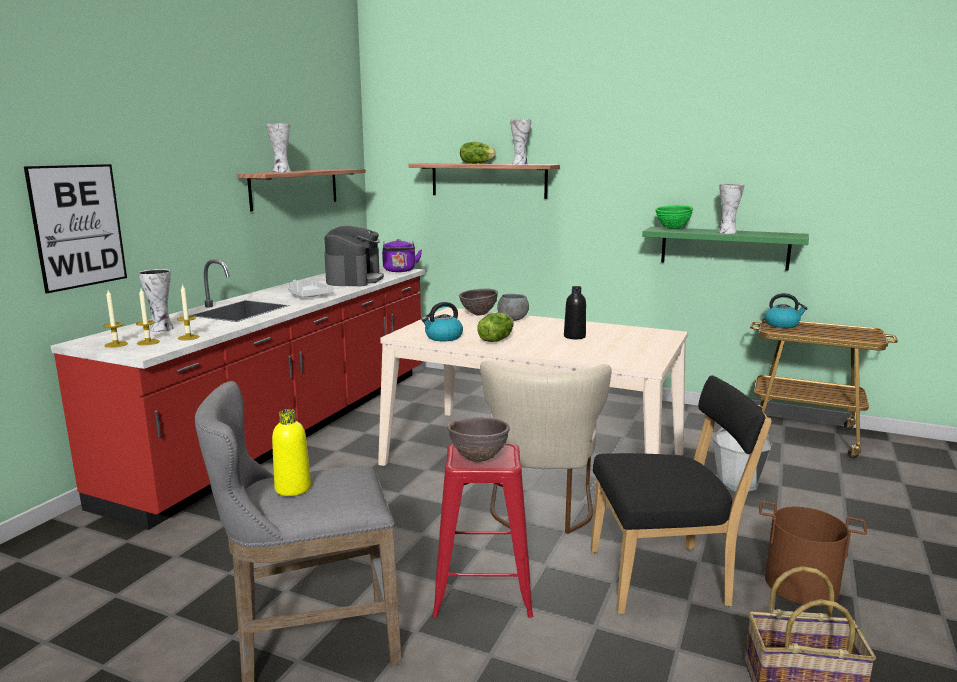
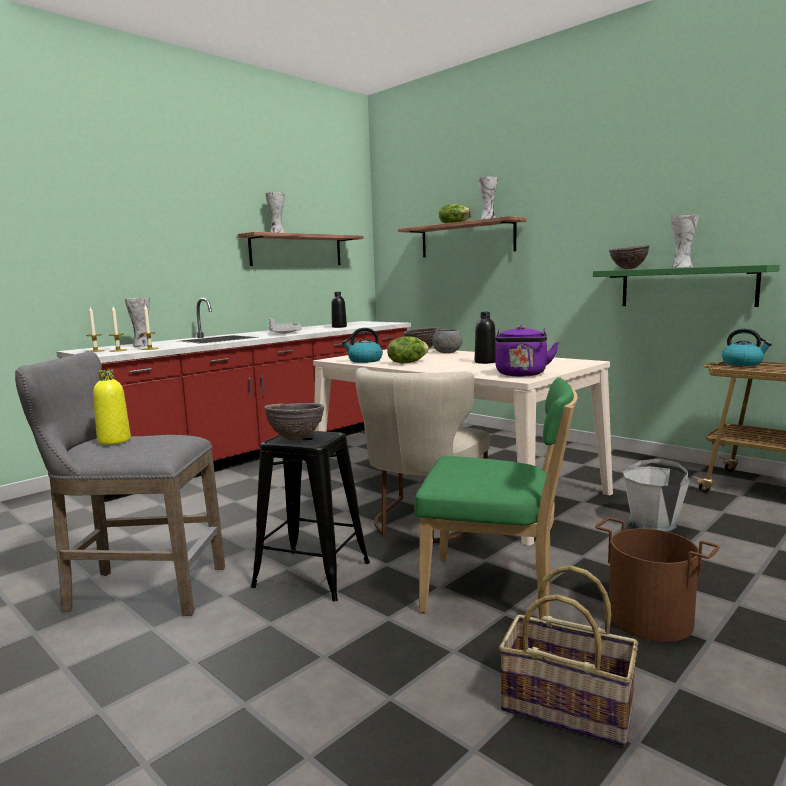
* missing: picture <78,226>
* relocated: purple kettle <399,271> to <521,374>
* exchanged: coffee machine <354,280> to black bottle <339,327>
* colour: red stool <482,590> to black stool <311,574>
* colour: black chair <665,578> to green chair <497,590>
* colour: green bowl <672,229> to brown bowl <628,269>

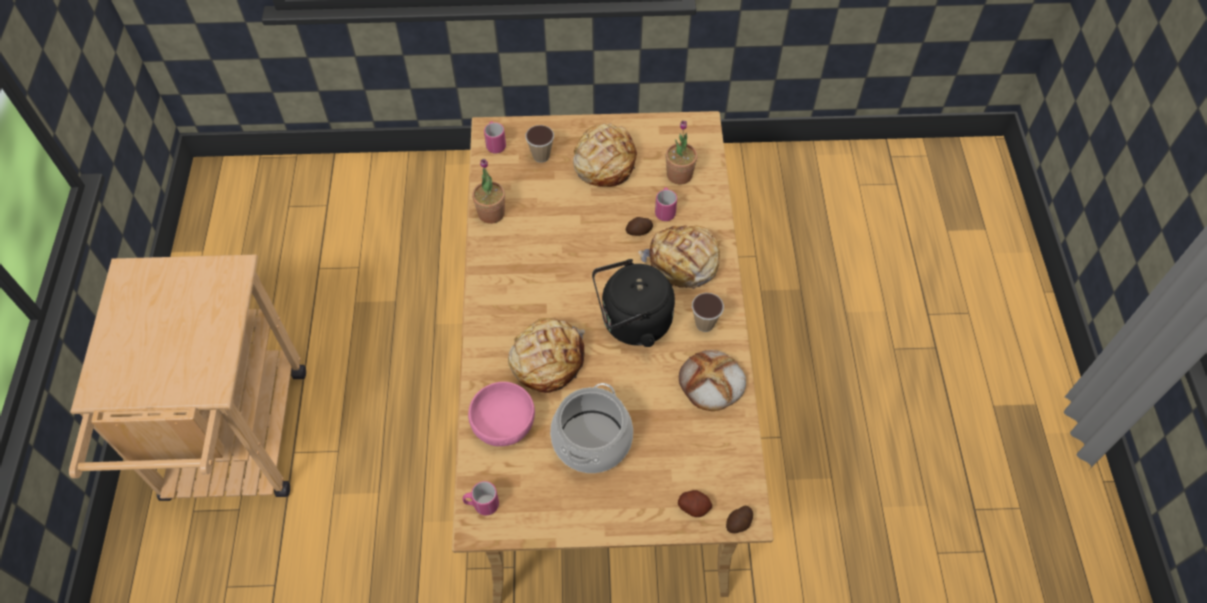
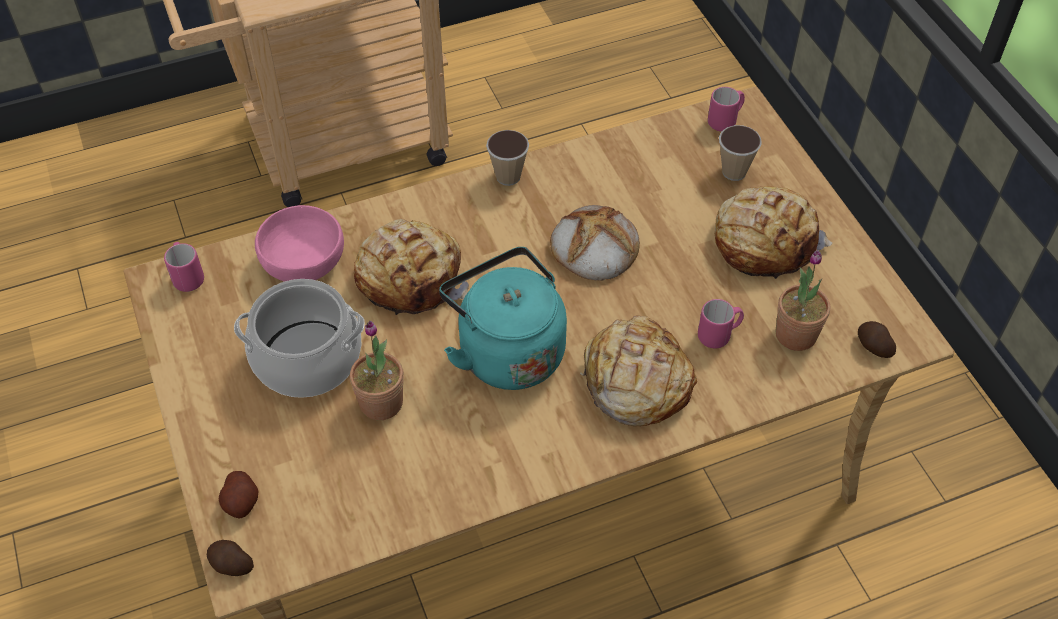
* relocated: potted plant <491,213> to <381,402>
* relocated: potato <639,231> to <873,347>
* relocated: bread <711,383> to <593,247>
* relocated: cup <705,324> to <508,176>
* colour: black kettle <632,323> to turquoise kettle <507,350>

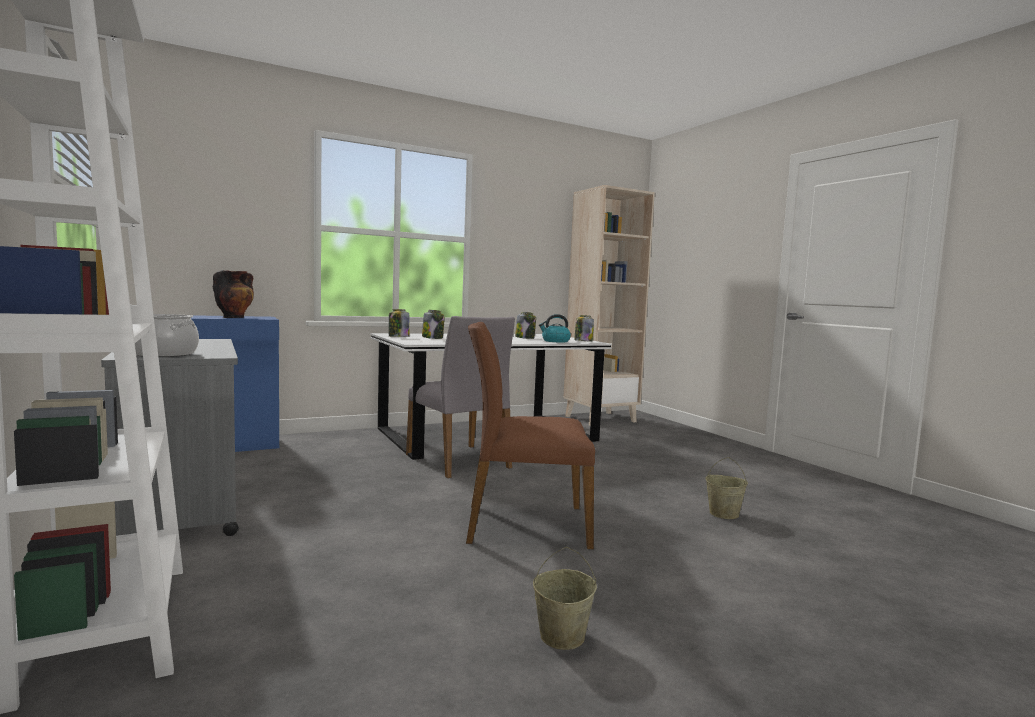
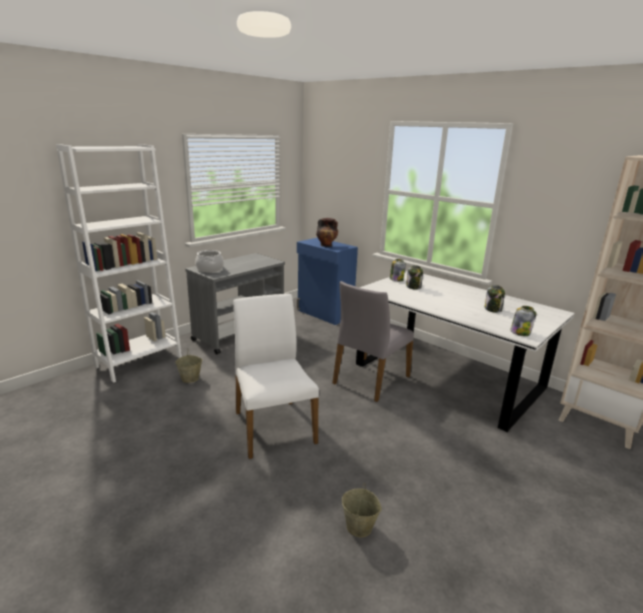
* missing: kettle <555,341>
* relocated: beige bucket <562,636> to <190,378>
* colour: brown chair <525,524> to white chair <273,426>

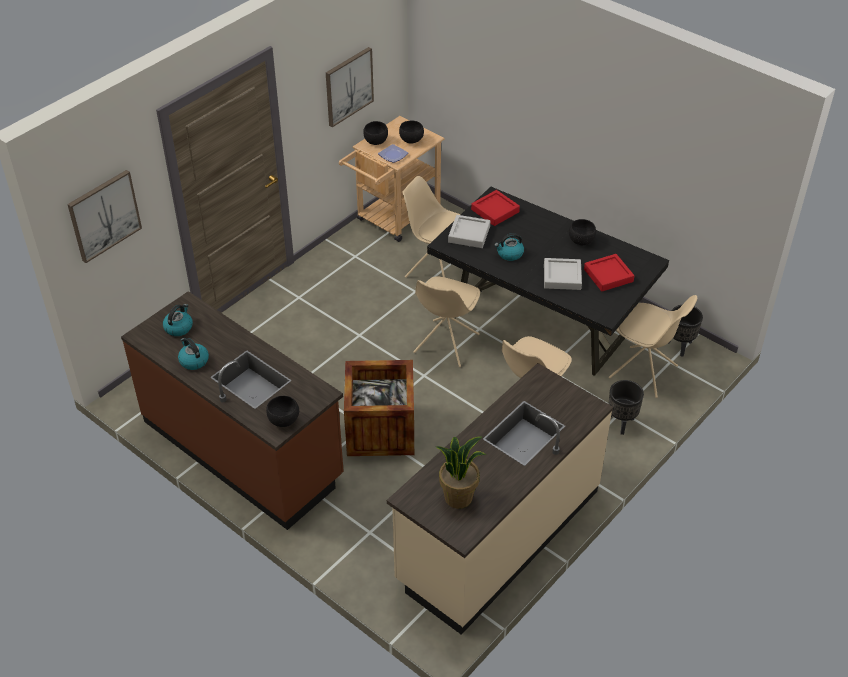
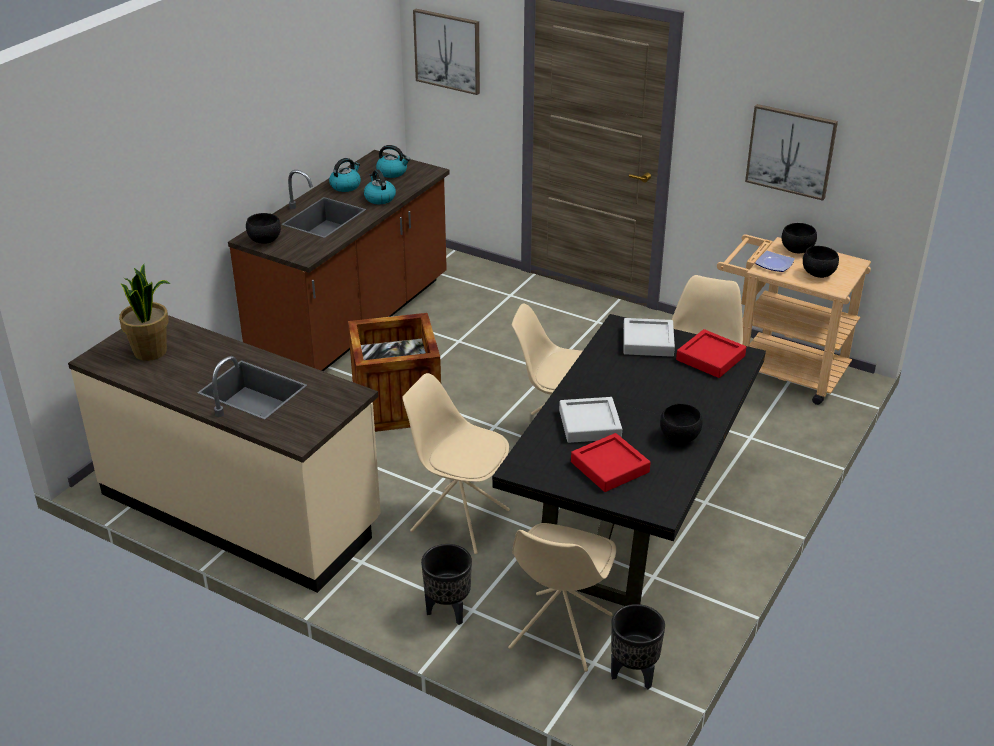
* relocated: kettle <509,254> to <379,198>

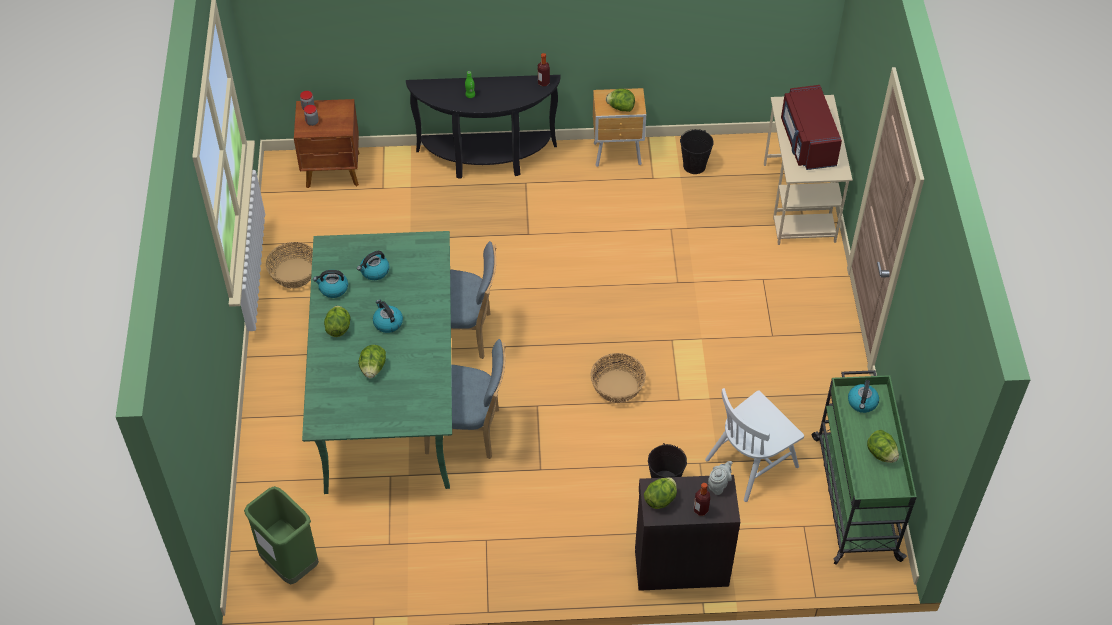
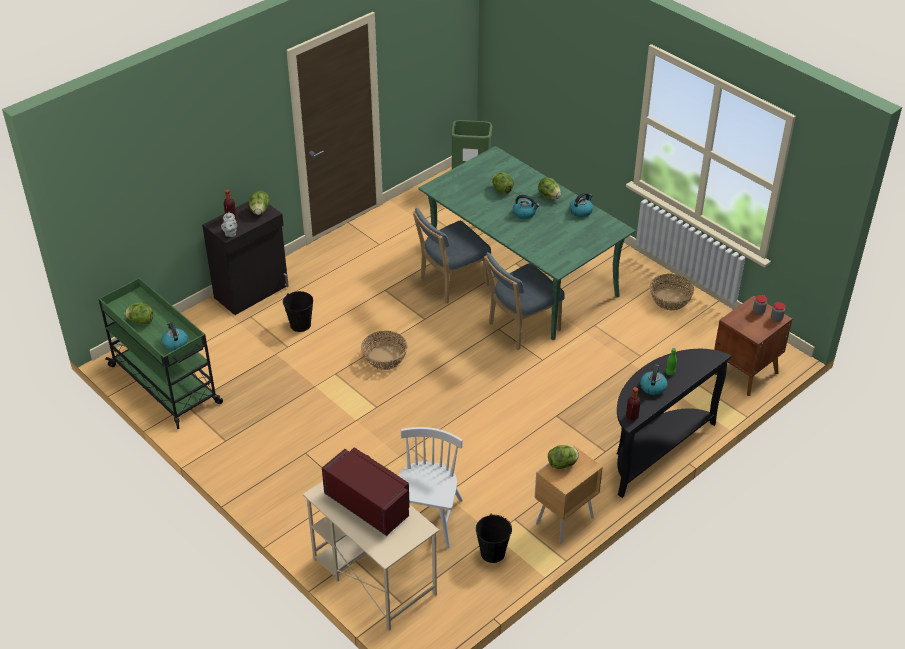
* relocated: kettle <374,271> to <652,387>
* relocated: white chair <752,462> to <427,519>

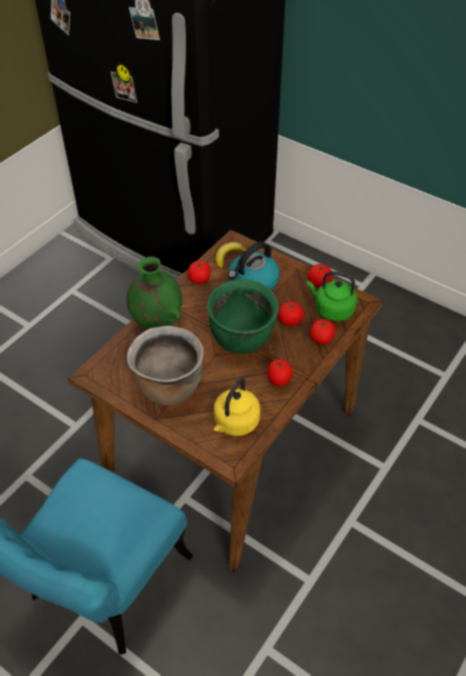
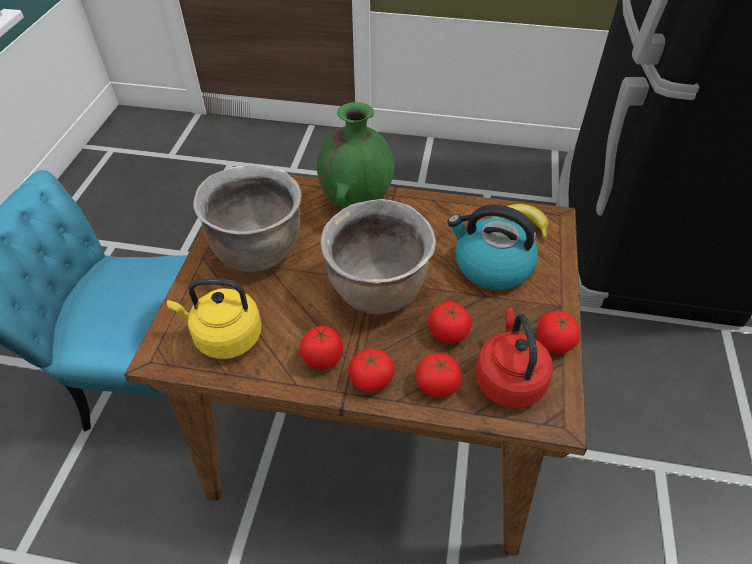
* relocated: tomato <199,279> to <371,380>
* colour: green cooking pot <242,339> to brown cooking pot <378,292>
* colour: green kettle <331,309> to red kettle <508,379>

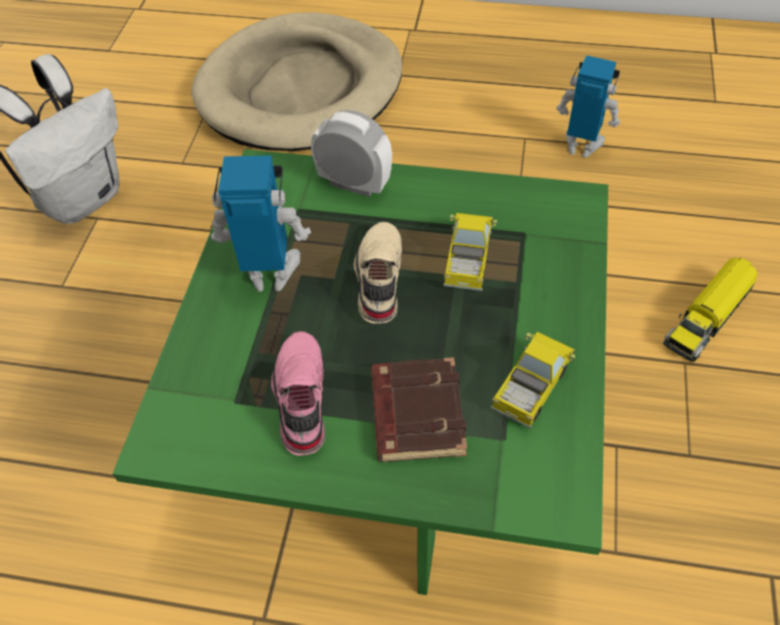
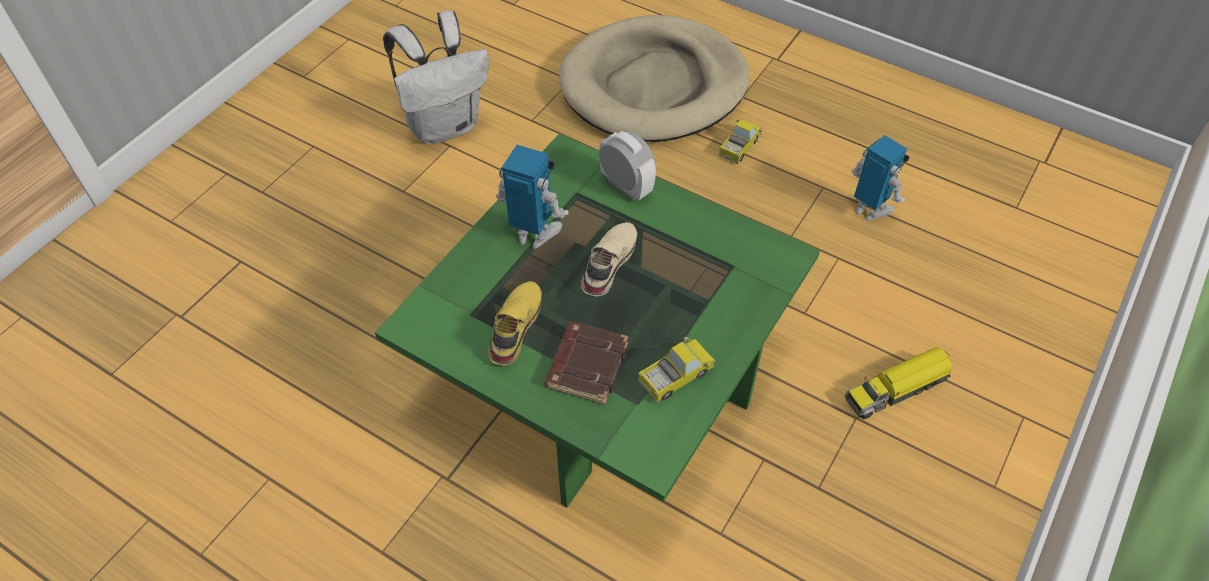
* relocated: toy truck <468,260> to <739,147>
* colour: pink shoe <299,398> to yellow shoe <514,327>

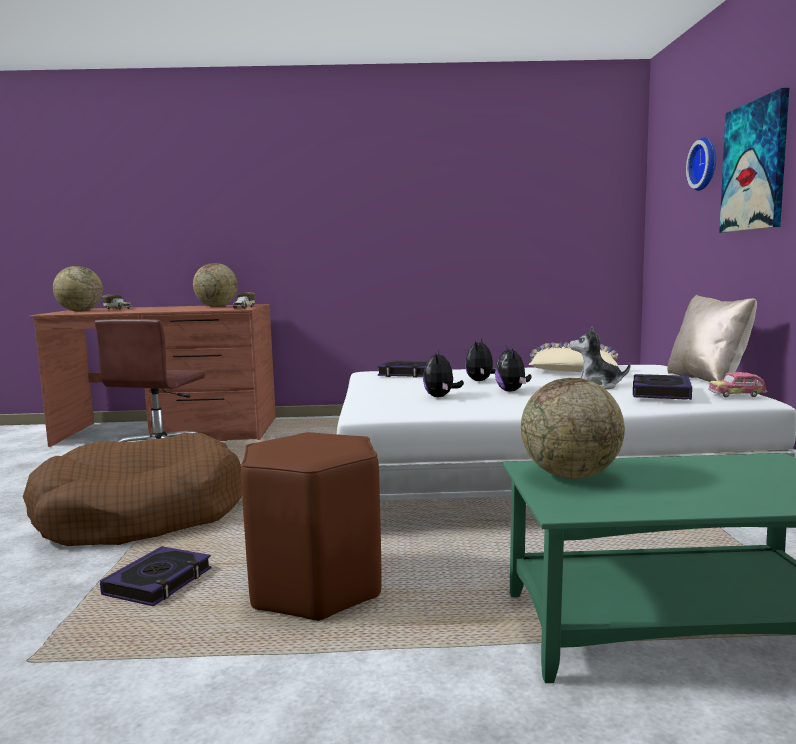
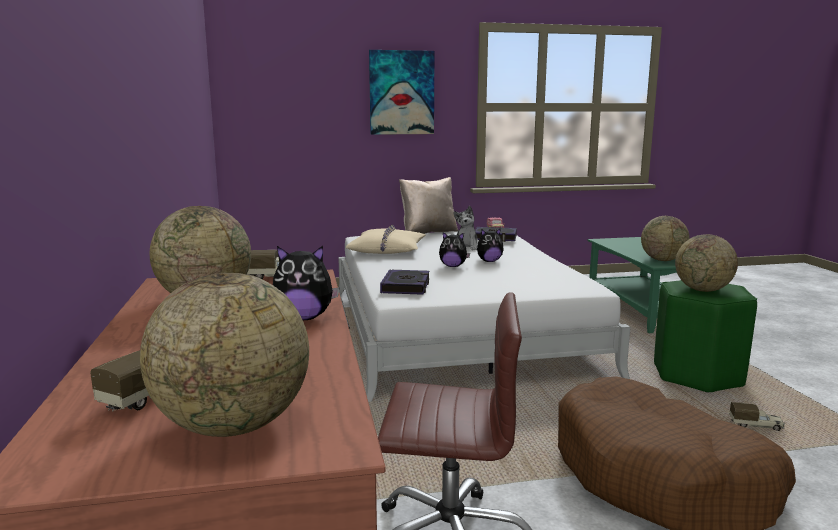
* missing: wall clock <705,164>
* appeared: globe <703,290>
* relocated: plush toy <440,397> to <304,318>
* exchanged: book <159,582> to toy truck <756,425>
* colour: brown stool <316,586> to green stool <696,375>

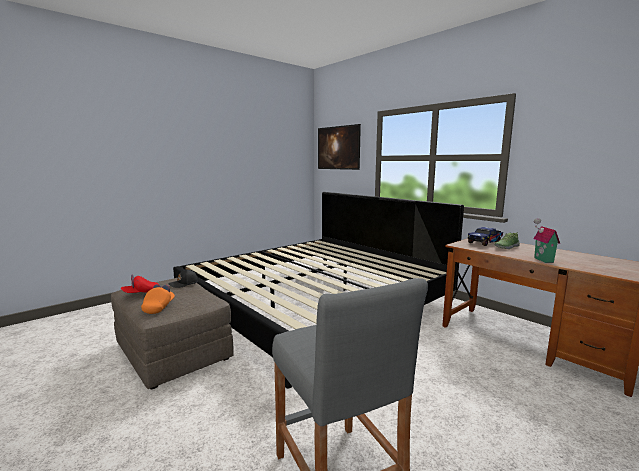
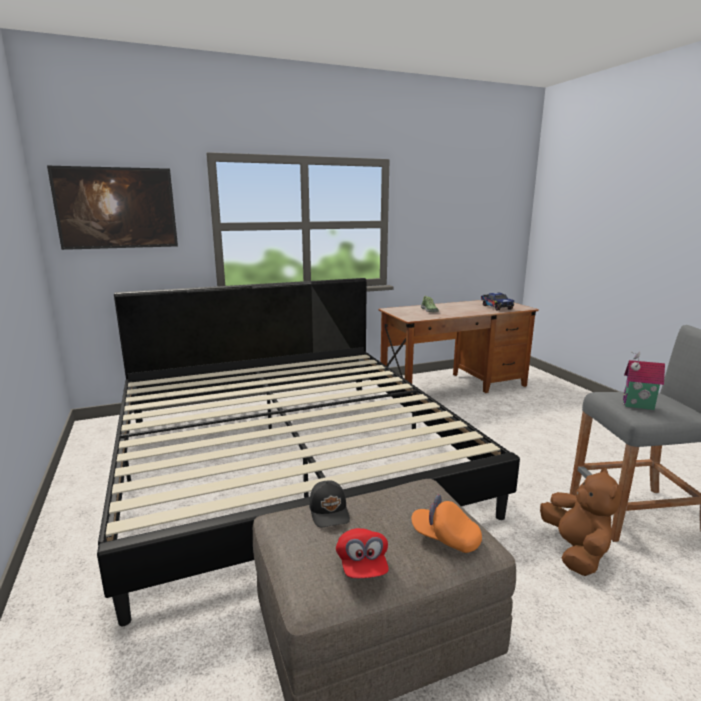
* appeared: brown plush toy <575,551>
* relocated: toy truck <485,242> to <496,307>
* relocated: toy house <542,260> to <638,407>

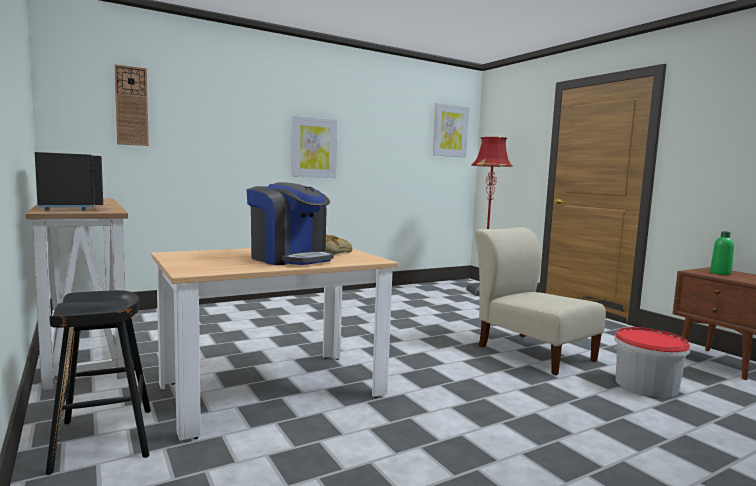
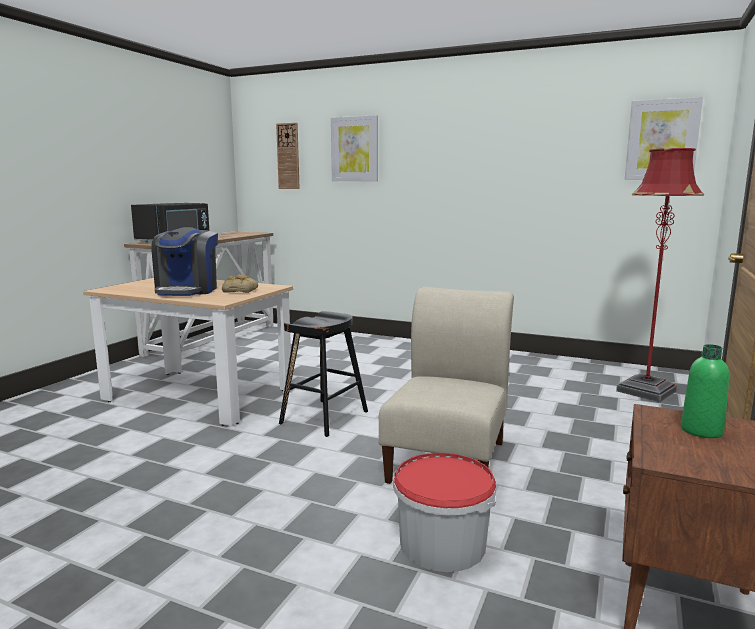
* relocated: black stool <104,439> to <324,417>
* relocated: picture <314,148> to <354,149>

